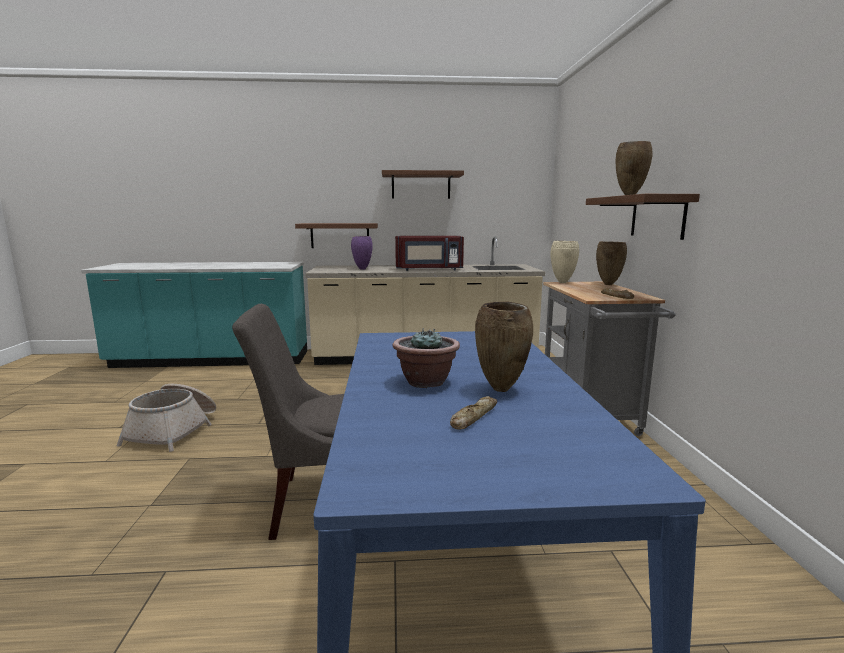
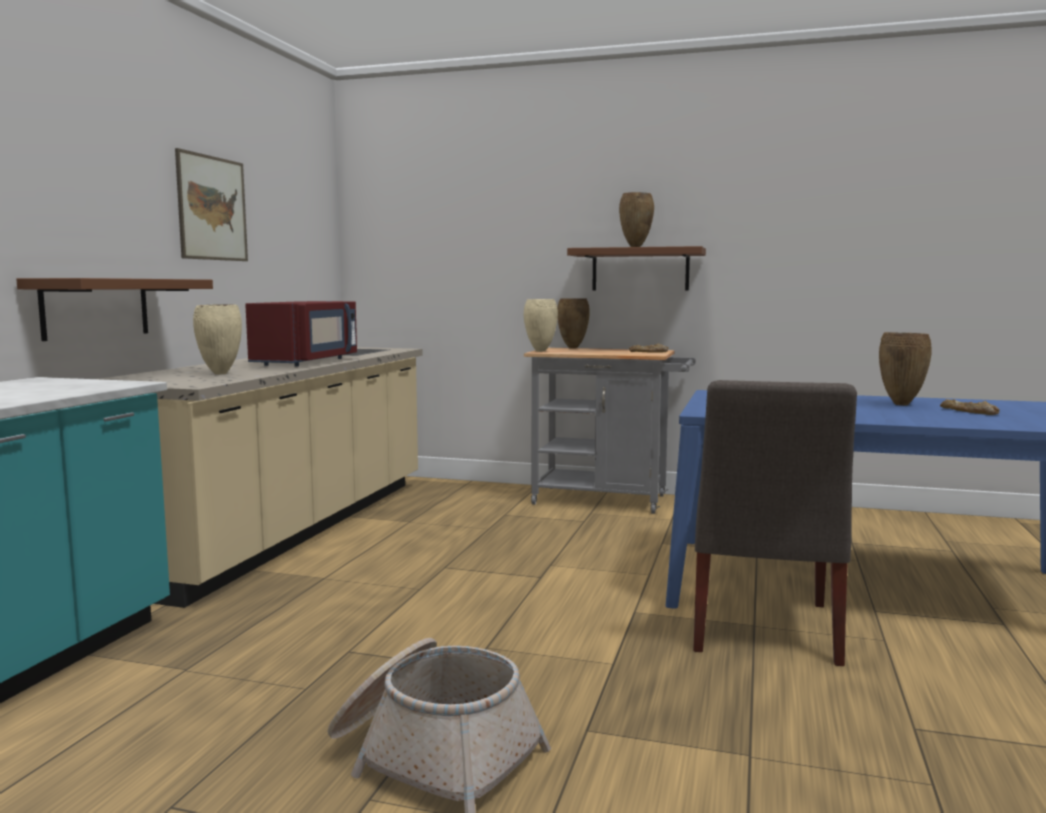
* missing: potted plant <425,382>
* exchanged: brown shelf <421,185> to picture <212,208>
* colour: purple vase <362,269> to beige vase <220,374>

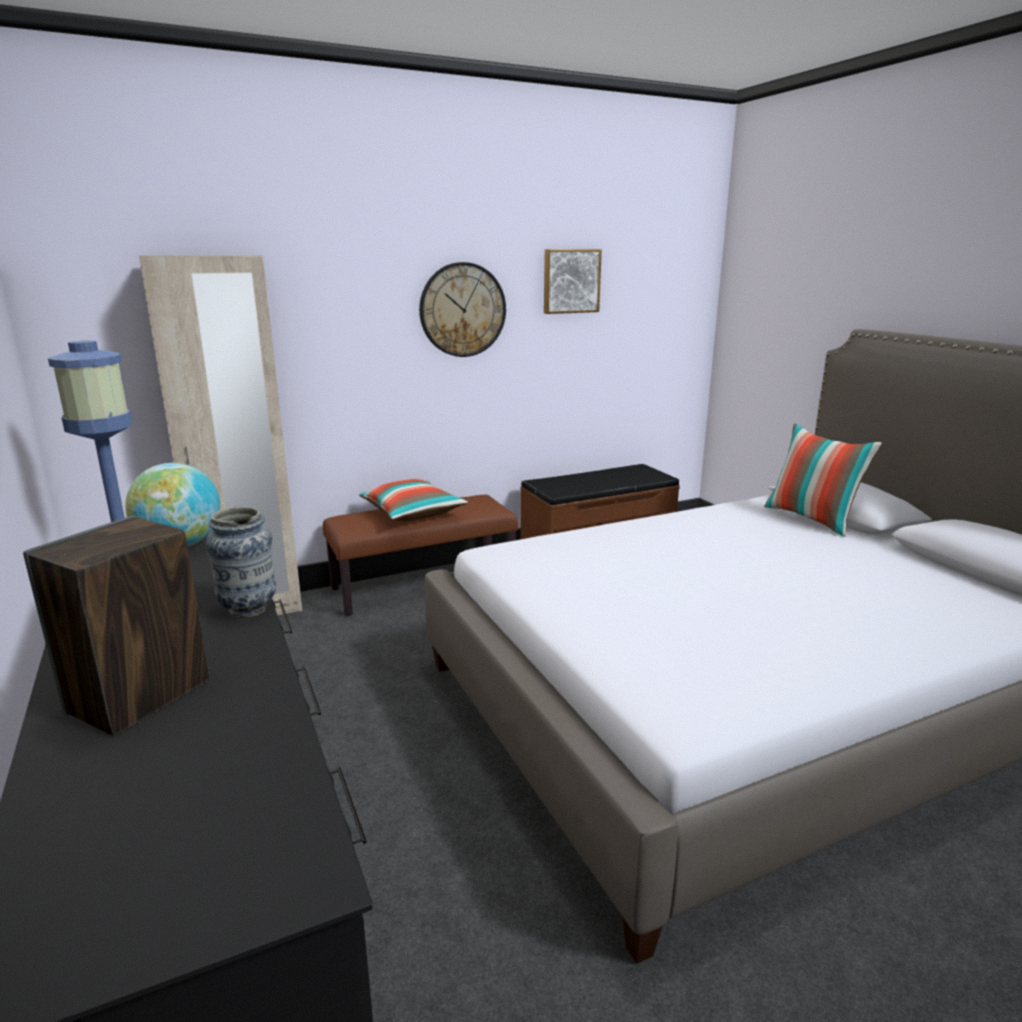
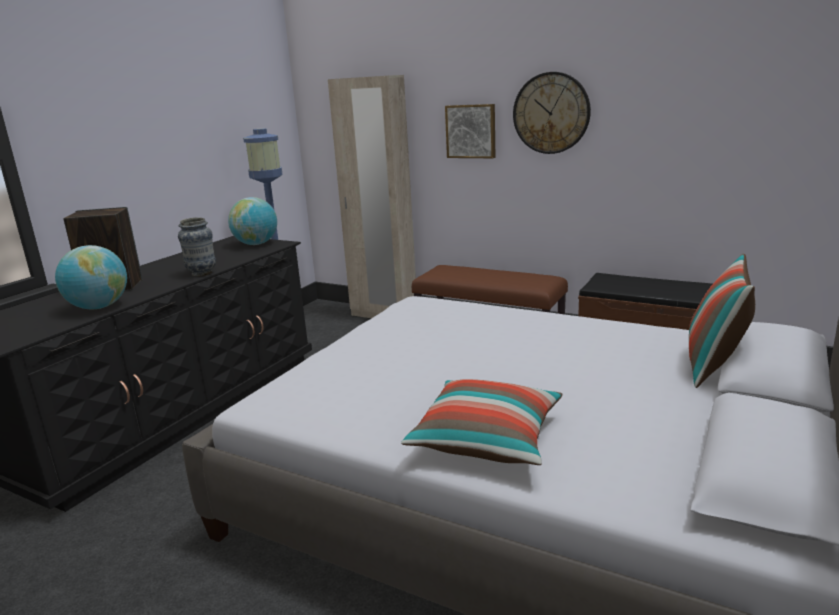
* appeared: globe <99,307>
* relocated: pillow <412,513> to <486,439>
* relocated: picture <570,281> to <471,131>

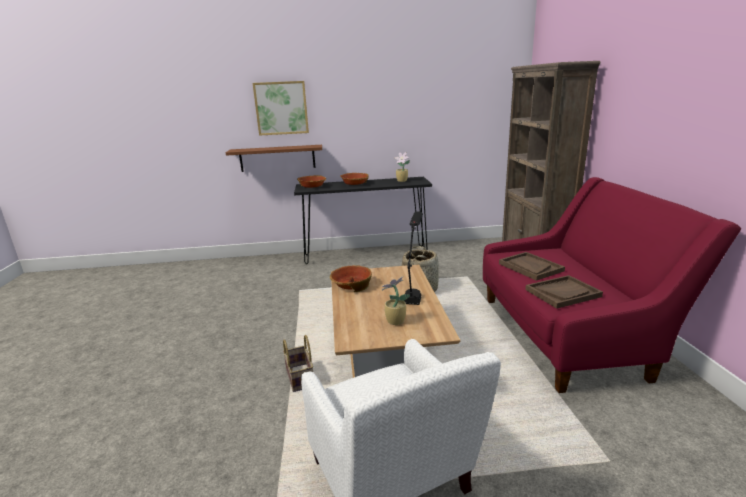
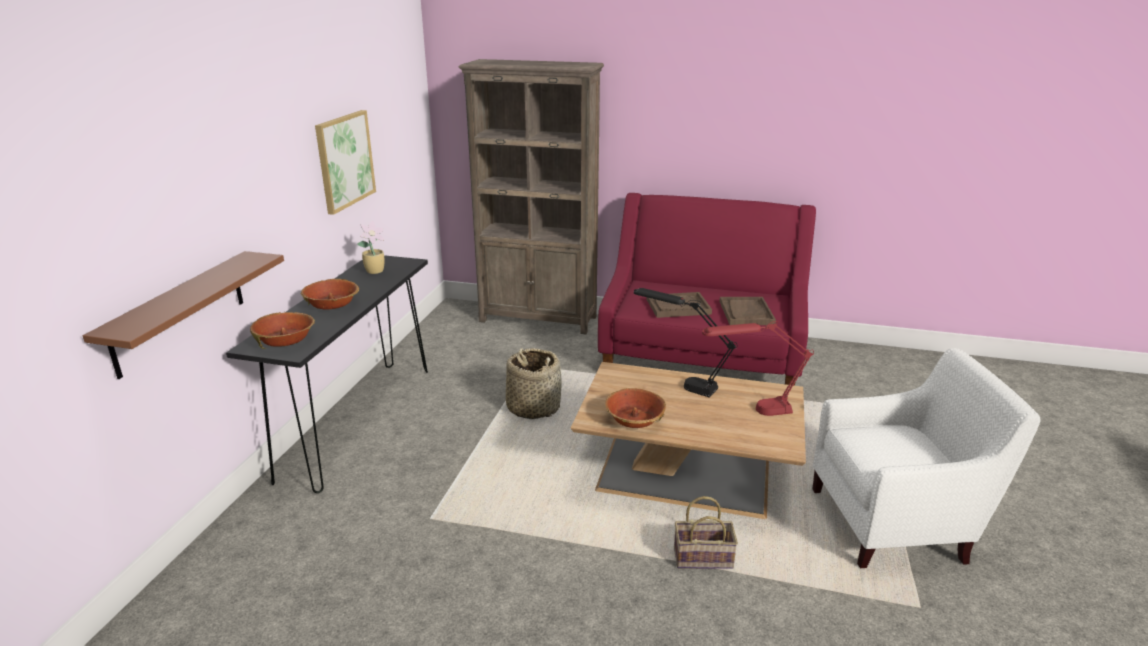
* relocated: picture <281,108> to <344,160>
* exchanged: potted plant <394,321> to red table lamp <751,411>

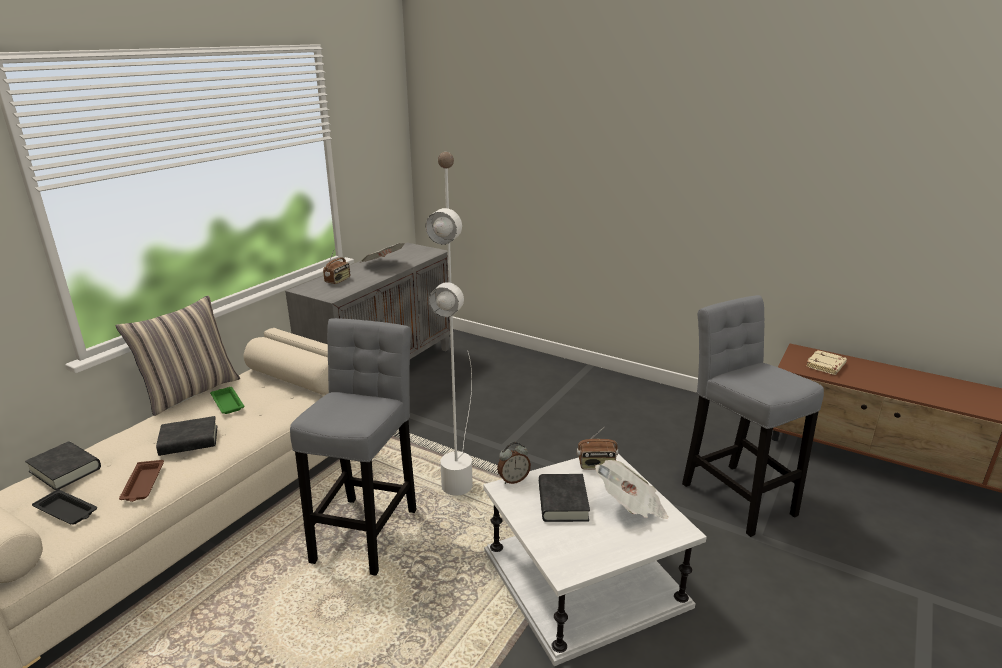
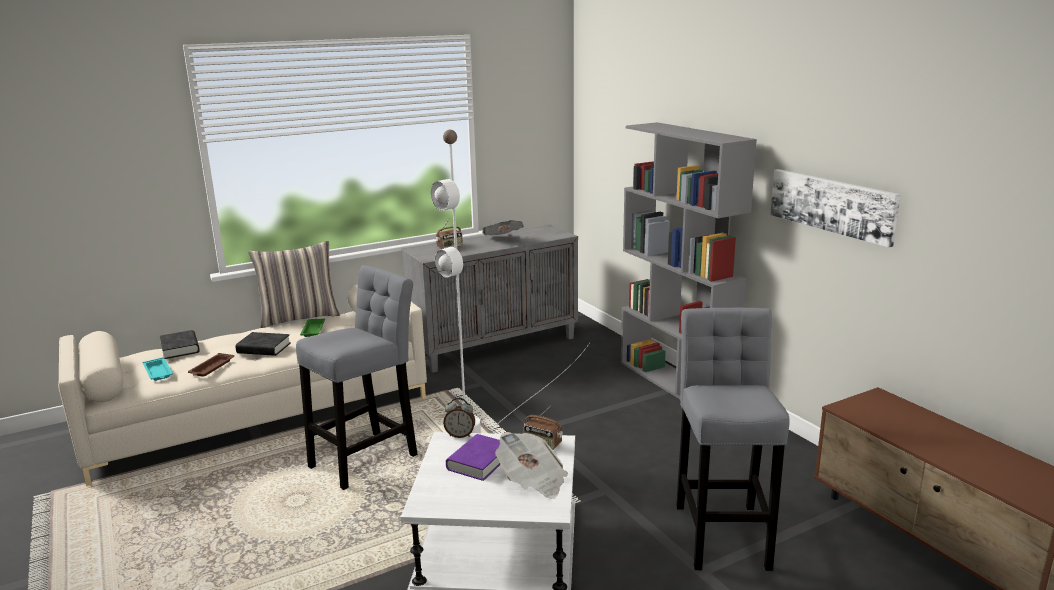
* missing: beige book <826,366>
* appeared: grey bookcase <676,383>
* appeared: picture <832,205>
* colour: black tray <67,511> to turquoise tray <158,372>
* colour: black book <562,502> to purple book <479,462>

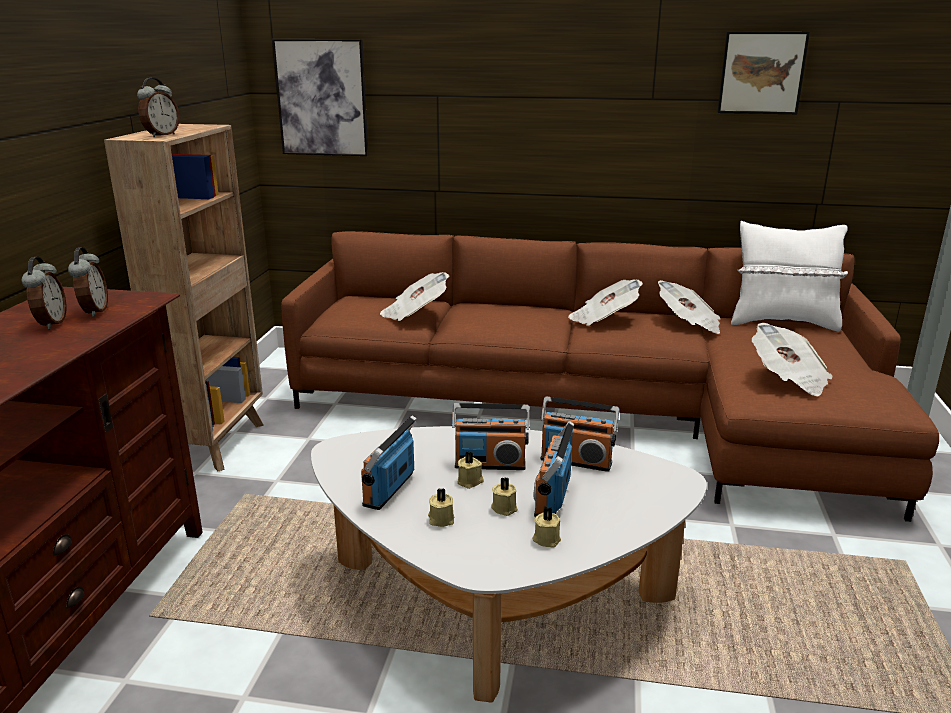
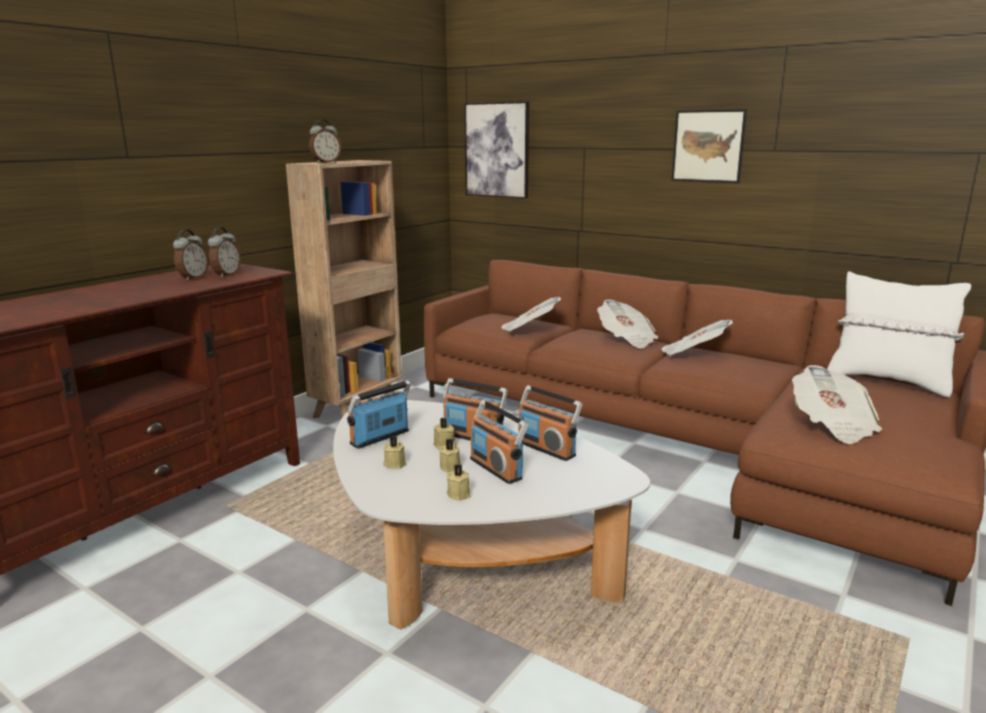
* relocated: newspaper <689,324> to <626,339>
* relocated: picture <762,73> to <708,146>
* spun: radio <552,497> = <496,468> 75 degrees counterclockwise

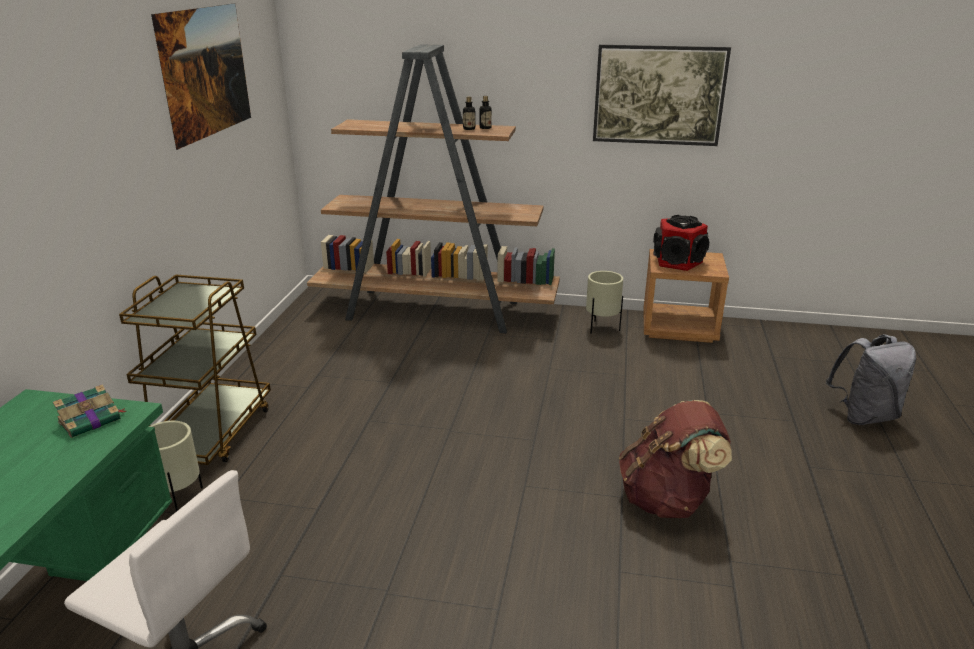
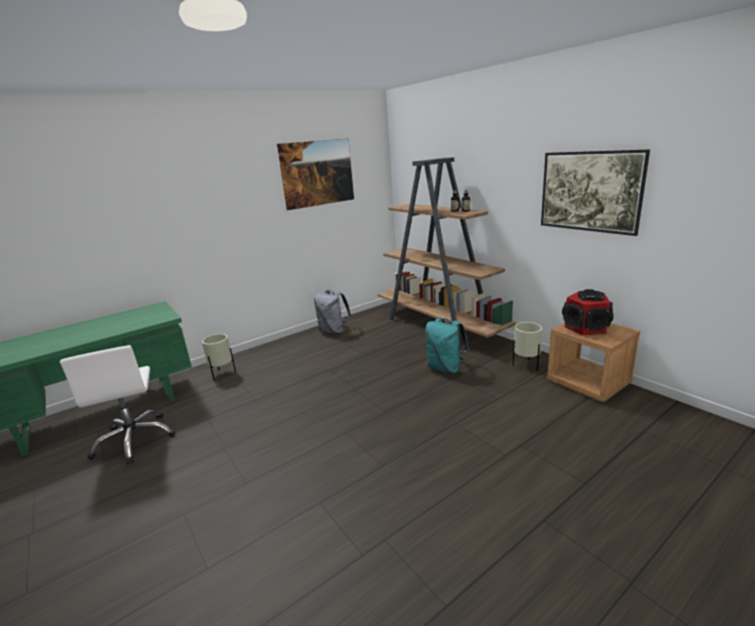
* missing: book <91,420>
* missing: brown cart <211,433>
* missing: brown backpack <667,500>
* appeared: turquoise backpack <445,368>
* relocated: grey backpack <864,416> to <333,331>

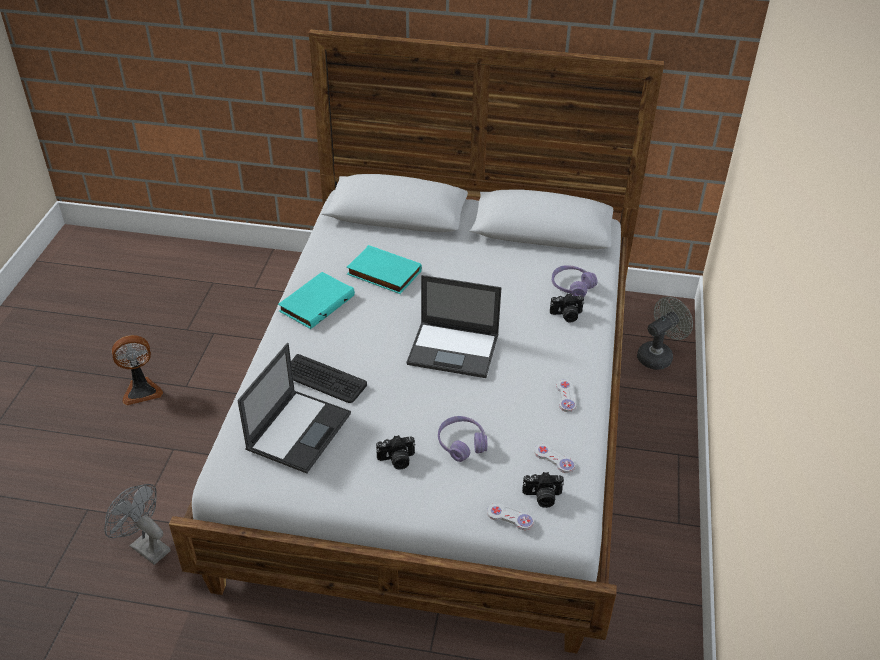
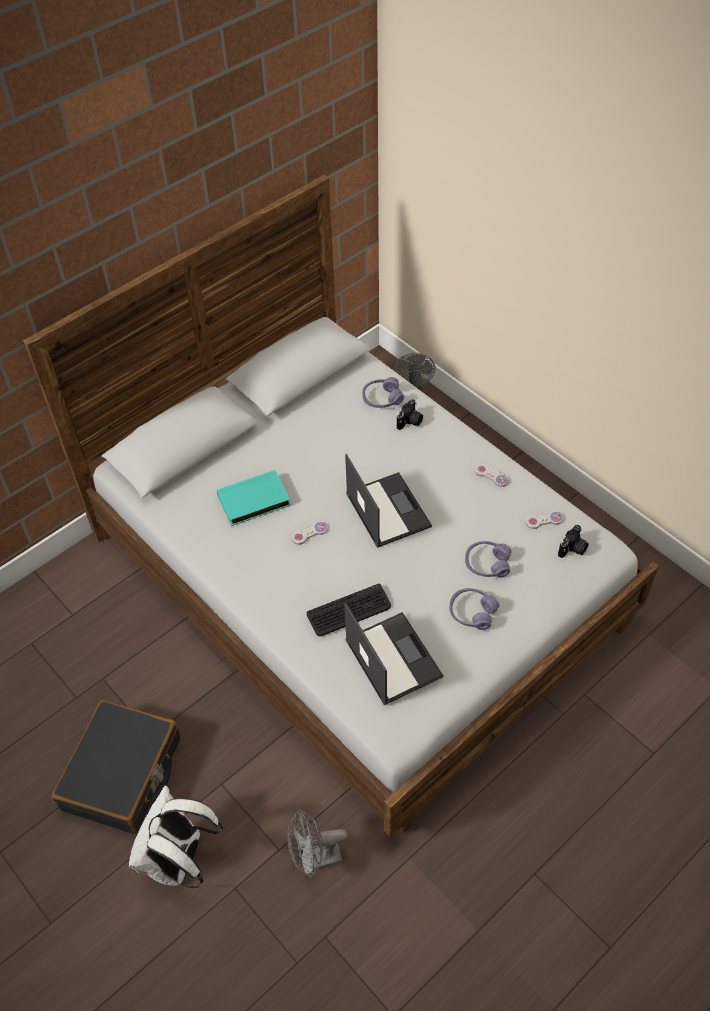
* missing: turquoise book <316,302>
* appeared: white backpack <180,861>
* relocated: white game controller <510,517> to <309,533>
* exchanged: fan <141,390> to black suitcase <123,774>
* exchanged: photo camera <397,460> to purple headphones <472,612>
* spun: laptop <454,349> = <387,509> 75 degrees counterclockwise

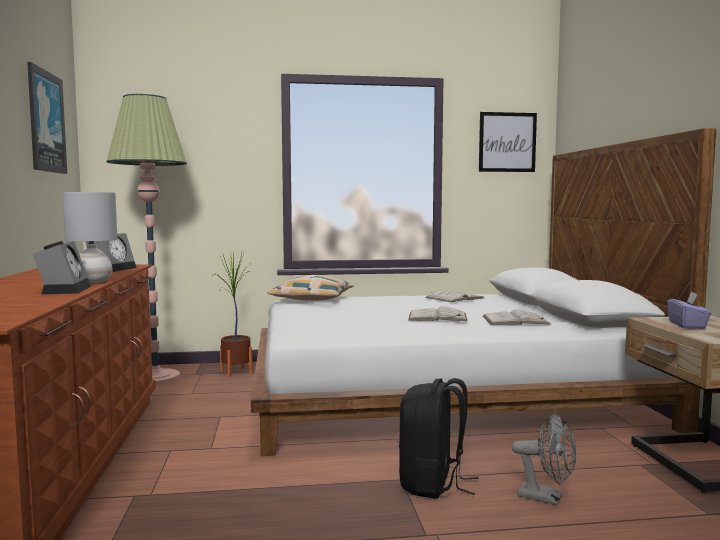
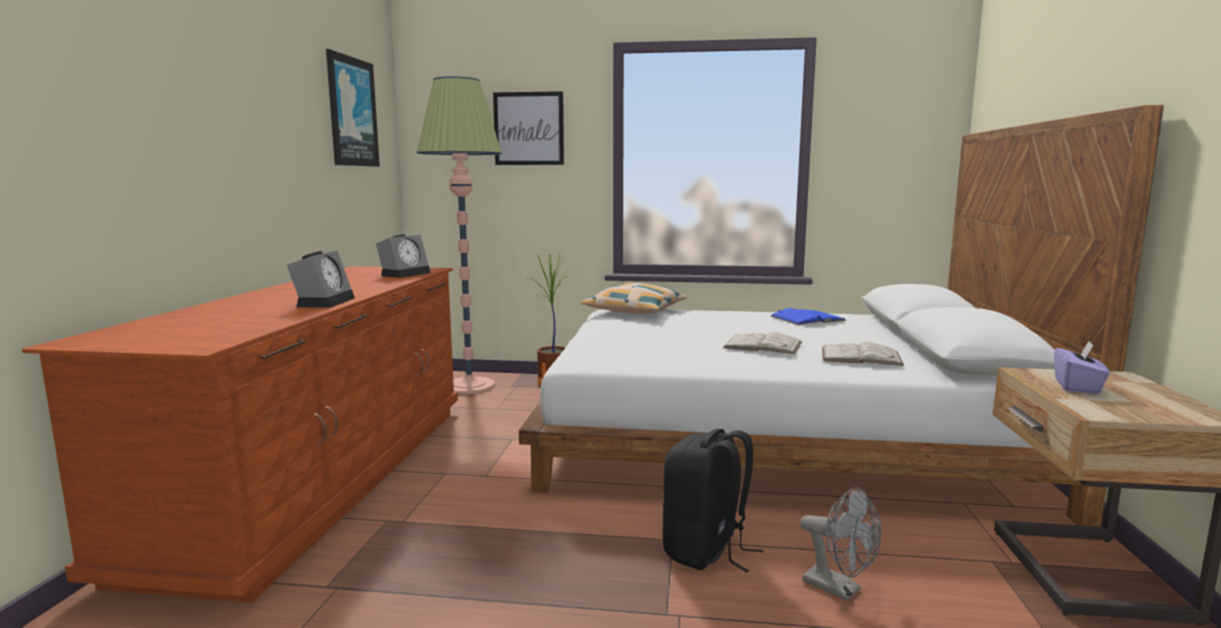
* missing: grey table lamp <94,282>
* relocated: picture <507,142> to <529,128>
* colour: white book <454,298> to blue book <807,318>

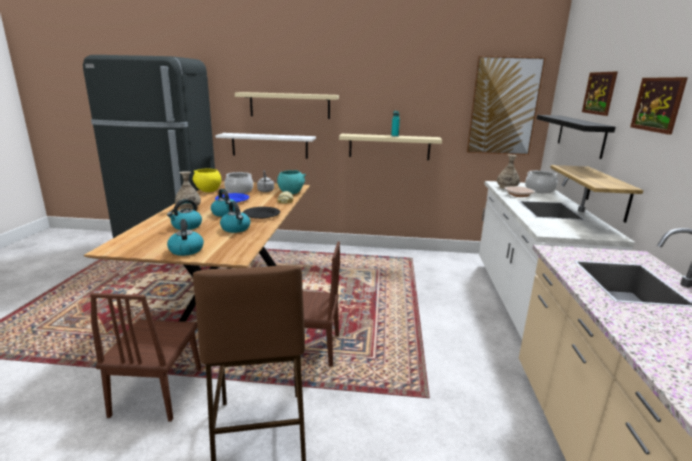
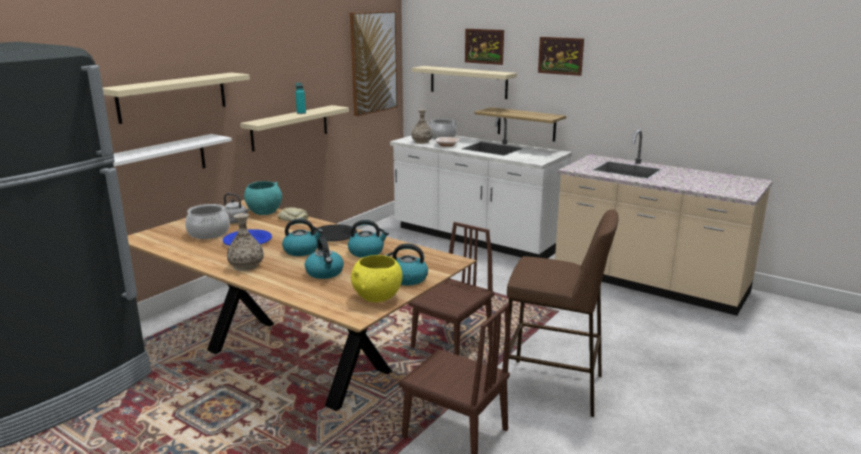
* relocated: yellow bowl <208,191> to <377,298>
* colour: black shelf <580,135> to beige shelf <468,82>

